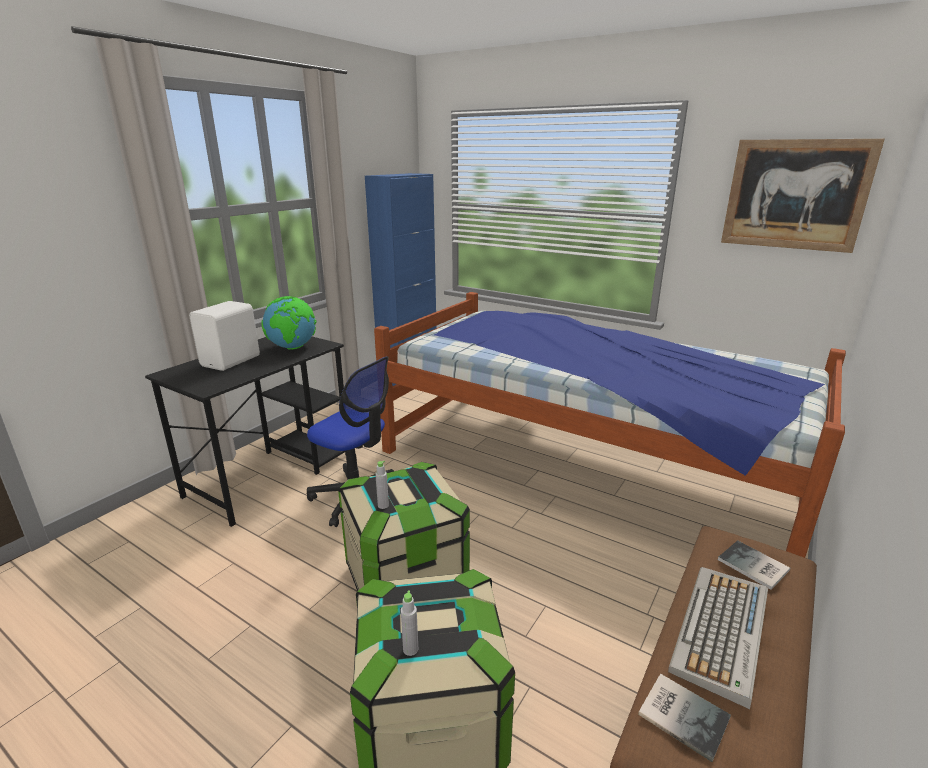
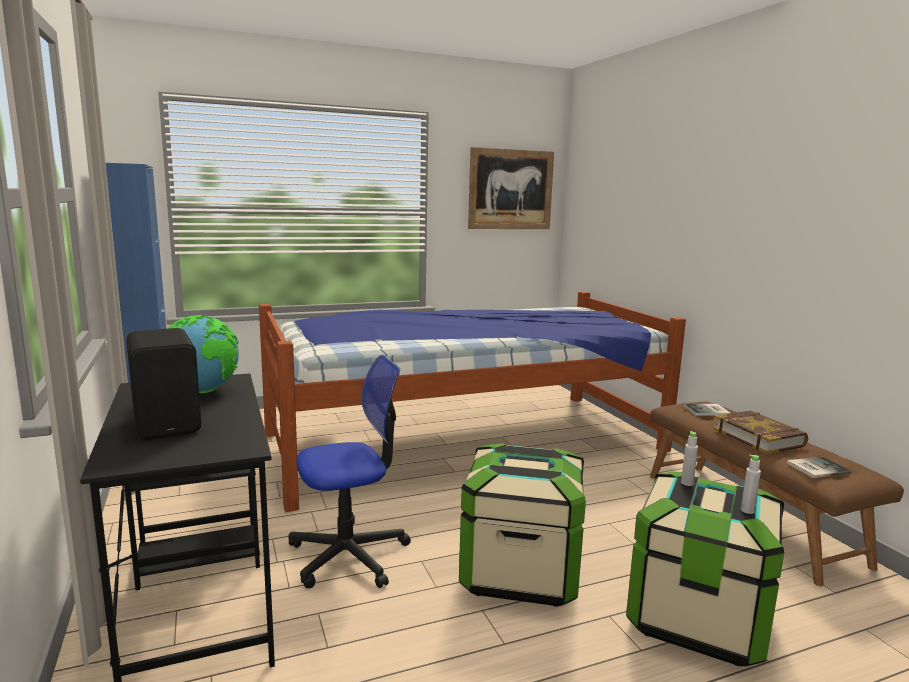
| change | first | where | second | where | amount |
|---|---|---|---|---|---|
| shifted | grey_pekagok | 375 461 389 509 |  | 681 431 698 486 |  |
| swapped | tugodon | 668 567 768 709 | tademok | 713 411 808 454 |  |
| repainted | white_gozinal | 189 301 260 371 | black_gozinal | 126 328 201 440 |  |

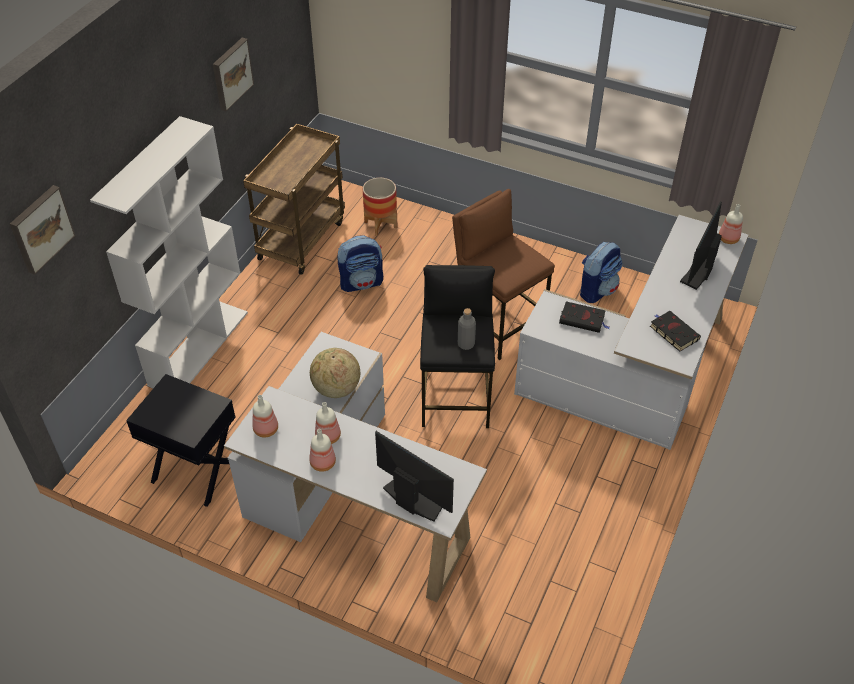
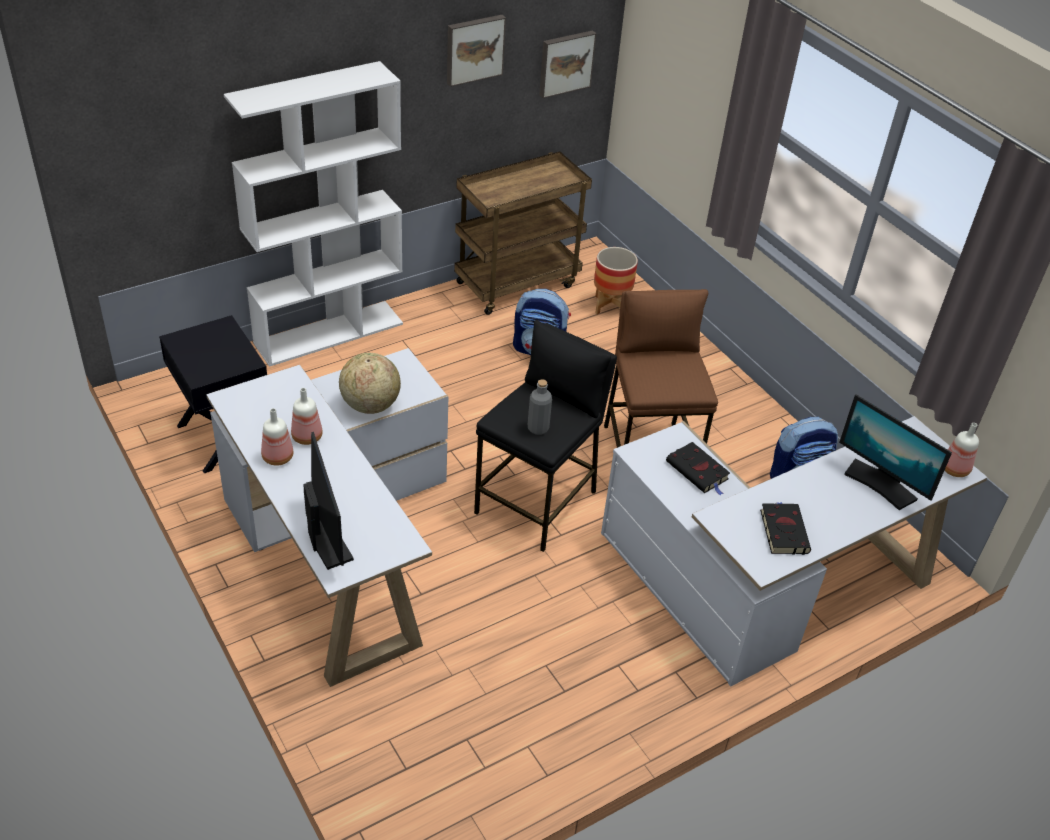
| change | first | where | second | where | amount |
|---|---|---|---|---|---|
| gone | pekagok | 252 395 278 437 |  |  |  |
| shifted | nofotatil | 10 185 76 275 |  | 539 30 597 98 |  |
| rotated | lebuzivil | 680 201 722 290 |  | 839 395 952 510 | 105 degrees counterclockwise |

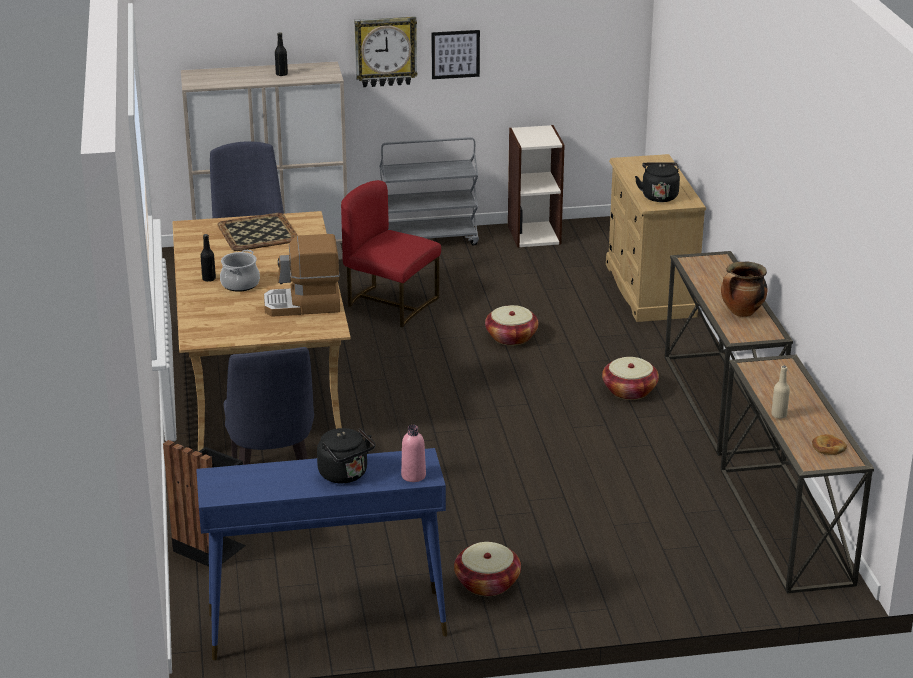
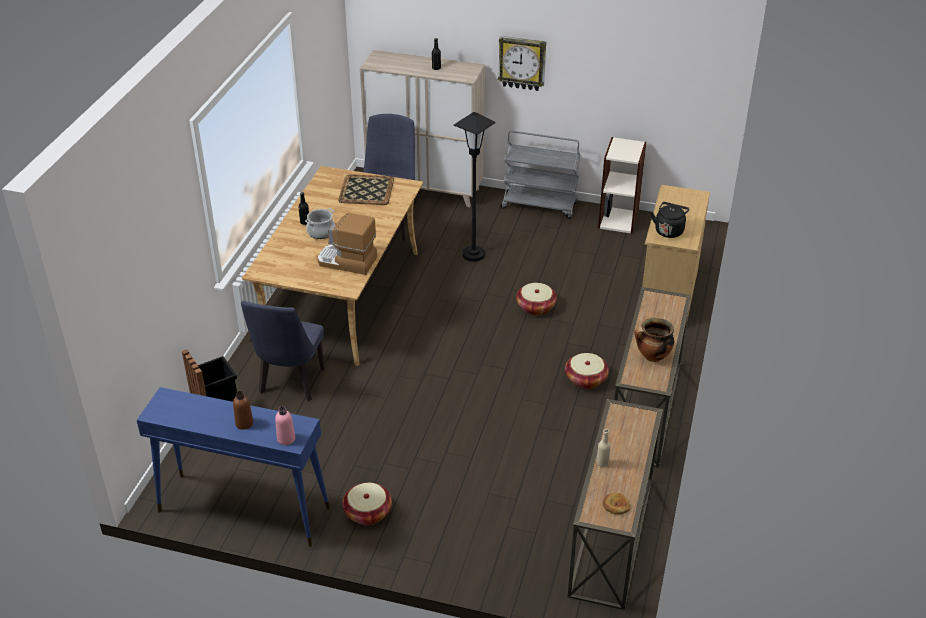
| change | first | where | second | where | amount |
|---|---|---|---|---|---|
| gone | nofotatil | 431 30 480 79 |  |  |  |
| swapped | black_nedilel | 317 428 376 483 | brown_pekagok | 233 391 253 430 |  |
| swapped | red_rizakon | 341 180 441 327 | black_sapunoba | 454 112 496 262 |  |

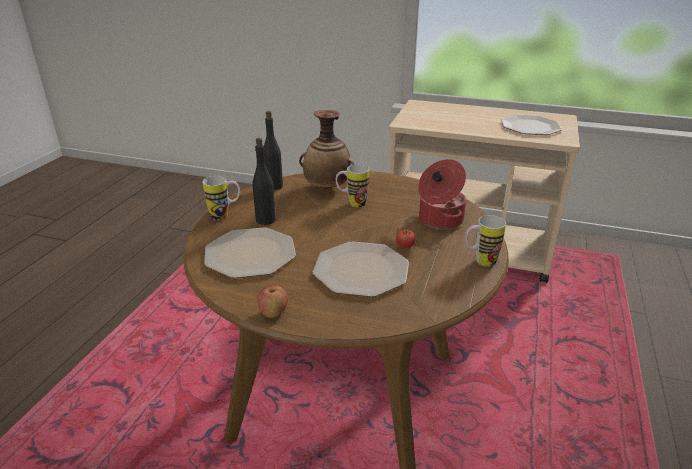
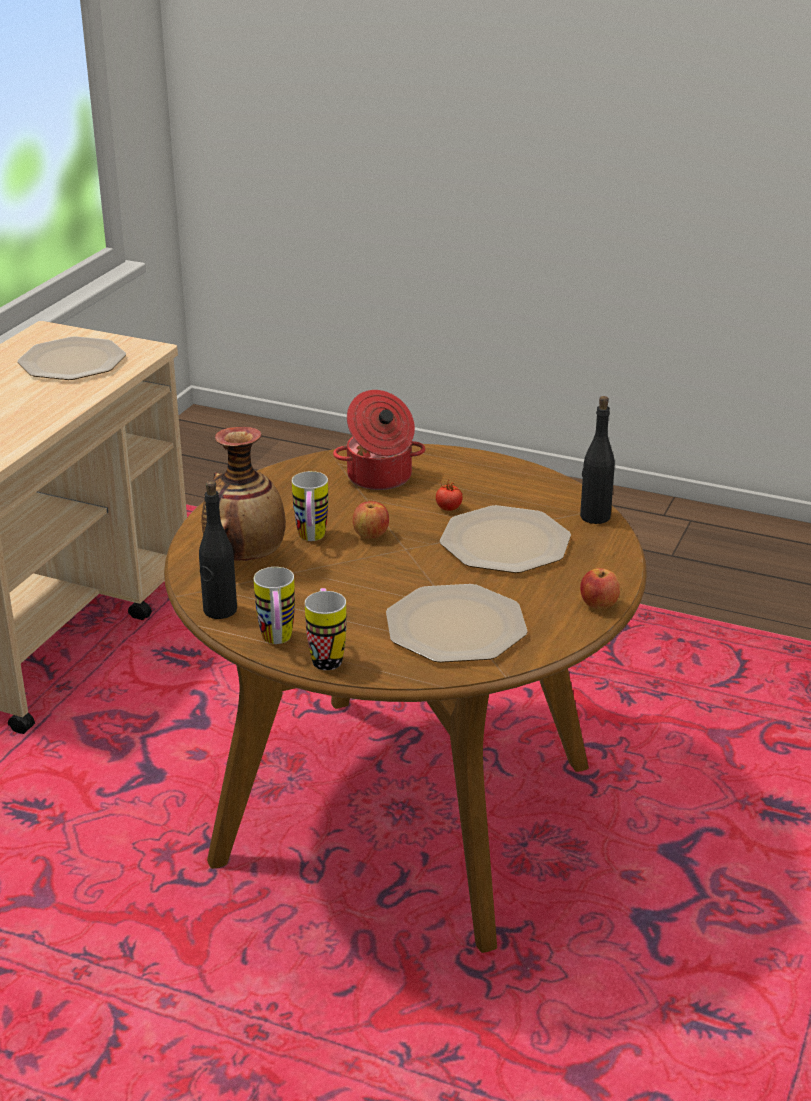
| change | first | where | second | where | amount |
|---|---|---|---|---|---|
| new |  |  | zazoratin | 353 501 389 539 |  |
| shifted | black_pekagok | 252 138 276 225 |  | 580 396 615 524 |  |
| shifted | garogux | 465 215 506 267 |  | 254 567 295 644 |  |

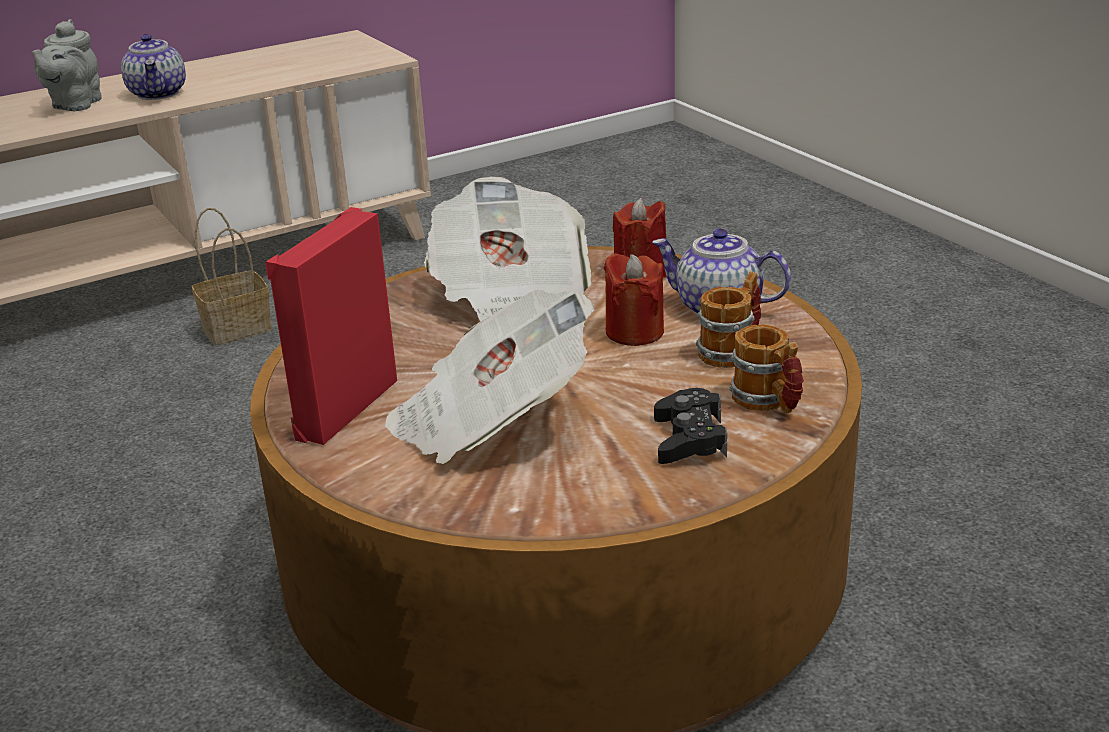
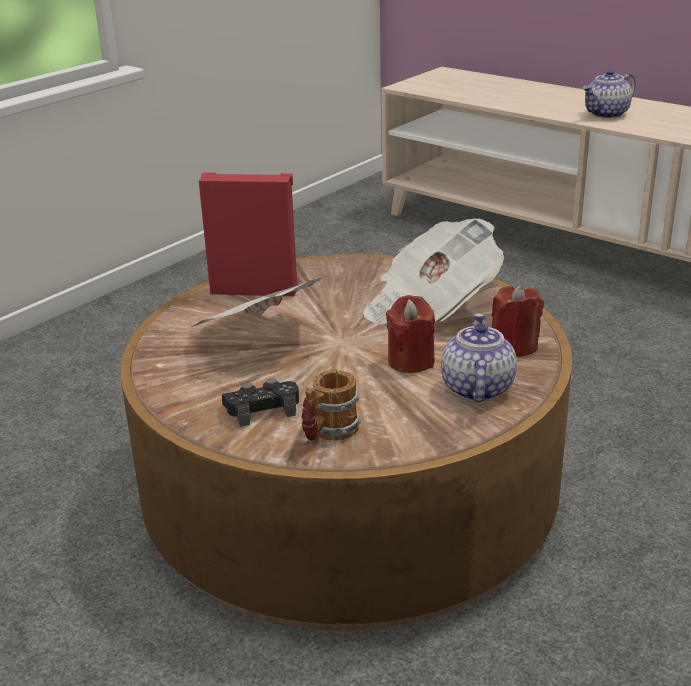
| change | first | where | second | where | amount |
|---|---|---|---|---|---|
| gone | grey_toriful | 32 19 102 111 |  |  |  |
| gone | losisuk | 192 208 272 345 |  |  |  |
| gone | garogux | 696 271 761 368 |  |  |  |

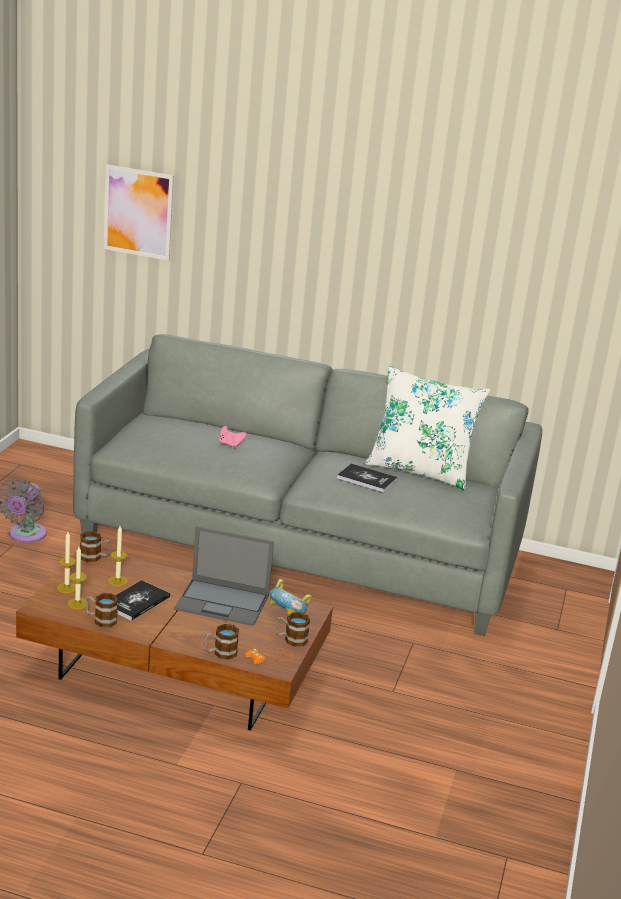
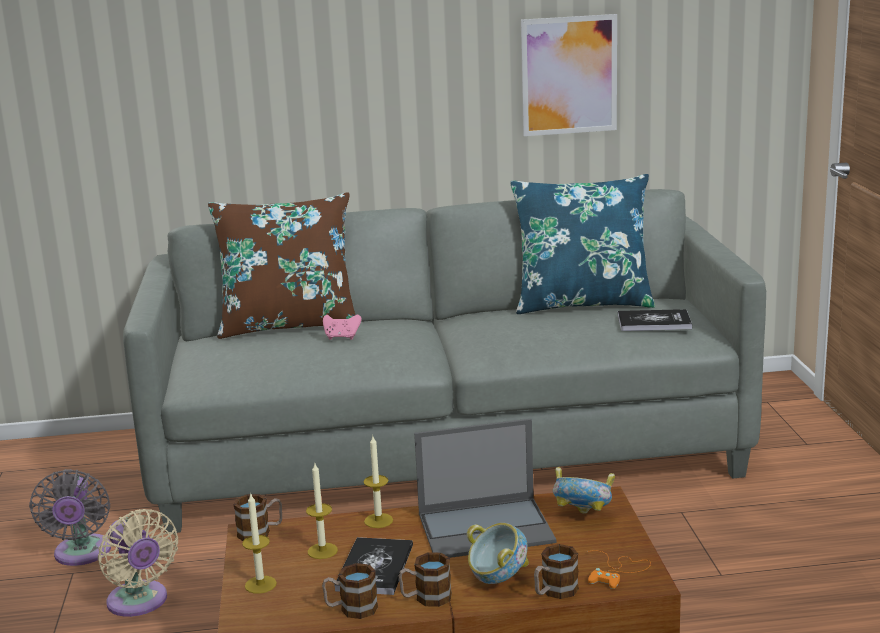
| change | first | where | second | where | amount |
|---|---|---|---|---|---|
| new |  |  | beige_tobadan | 98 509 178 617 |  |
| new |  |  | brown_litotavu | 208 193 355 339 |  |
| new |  |  | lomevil | 467 523 529 584 |  |
| shifted | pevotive | 67 547 87 609 |  | 363 436 393 528 |  |
| shifted | nofotatil | 104 164 174 261 |  | 521 14 617 136 |  |
| shifted | garogux | 276 612 310 647 |  | 399 552 452 607 |  |
| shifted | tademok | 337 464 397 493 |  | 618 309 692 331 |  |
| repainted | white_litotavu | 365 366 490 490 | blue_litotavu | 510 174 655 314 |  |

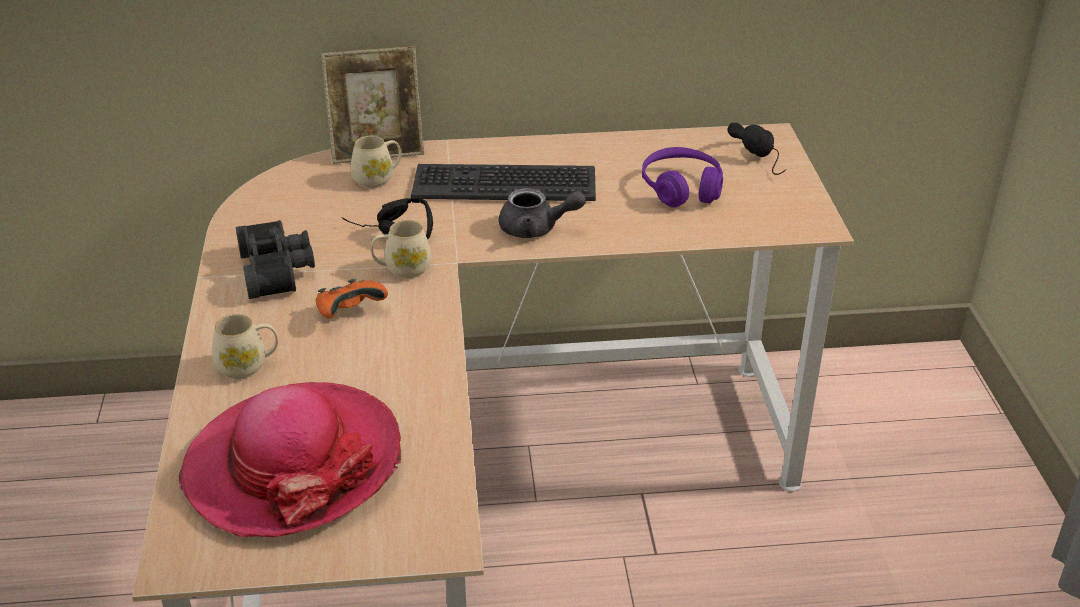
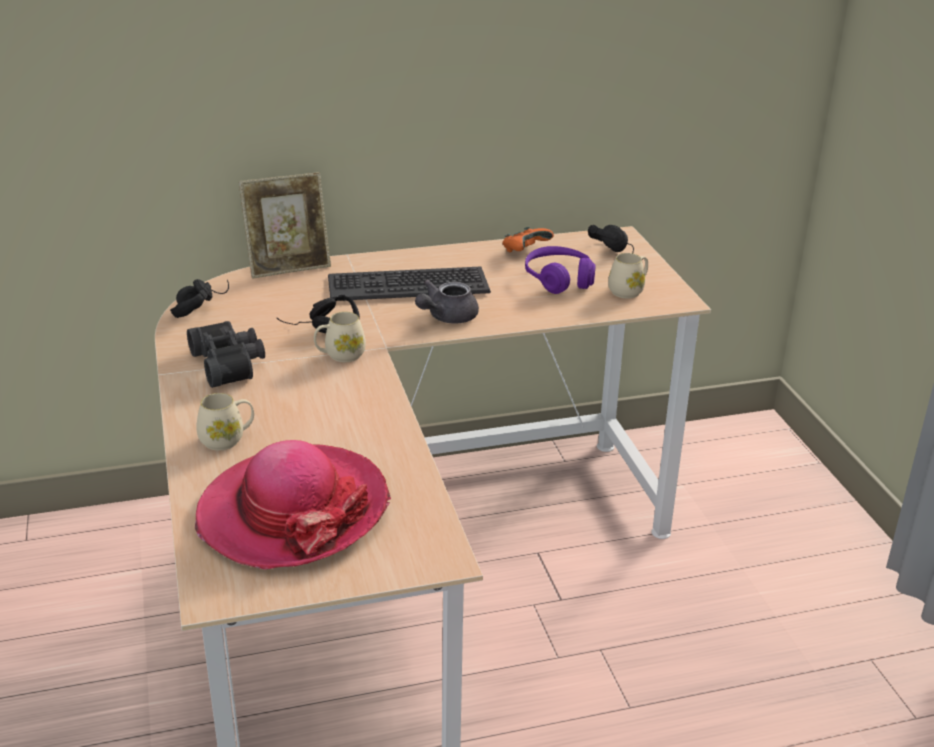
| change | first | where | second | where | amount |
|---|---|---|---|---|---|
| new |  |  | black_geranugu | 170 279 229 318 |  |
| shifted | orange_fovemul | 316 279 388 318 |  | 502 227 554 252 |  |
| shifted | beige_garogux | 351 136 402 188 |  | 608 253 648 299 |  |
| rotated | grey_toriful | 499 188 586 238 |  | 415 279 479 324 | 135 degrees clockwise |

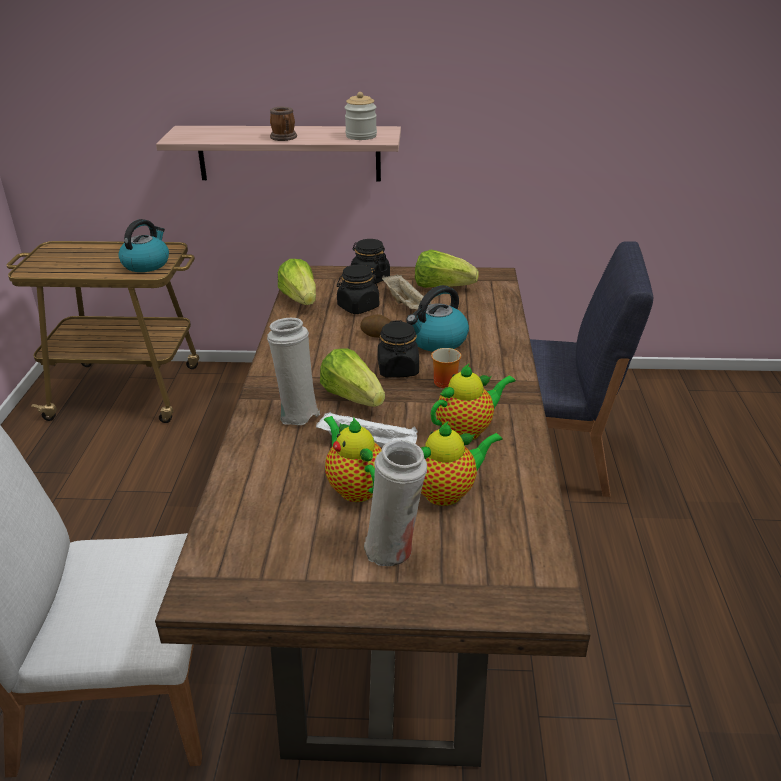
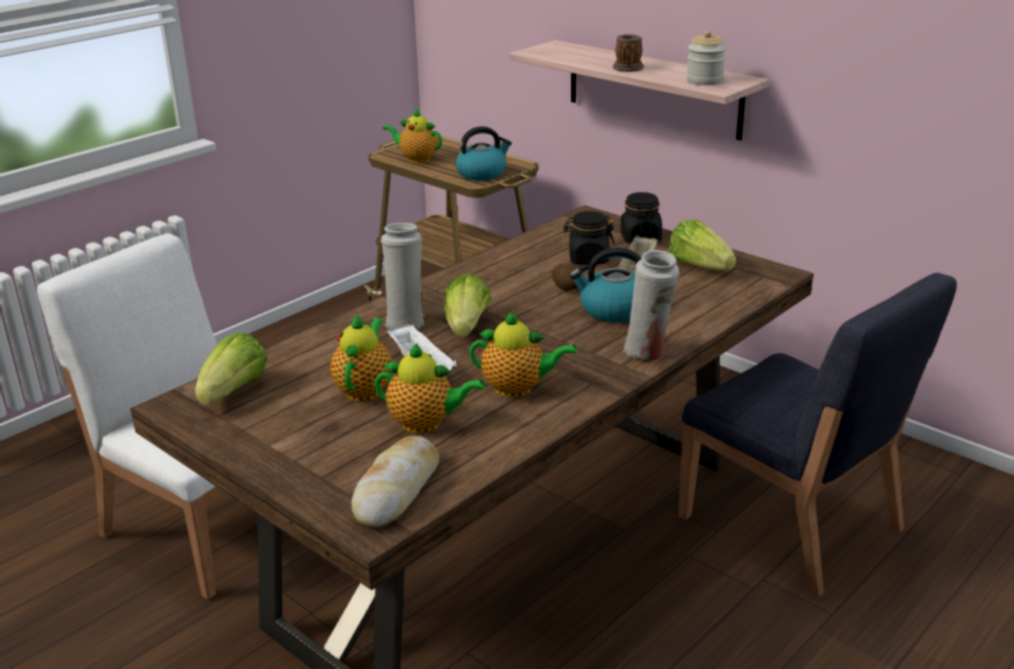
| change | first | where | second | where | amount |
|---|---|---|---|---|---|
| gone | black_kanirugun | 378 320 419 378 |  |  |  |
| gone | garogux | 431 348 461 388 |  |  |  |
| new |  |  | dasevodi | 351 436 439 527 |  |
| new |  |  | toriful | 383 108 442 163 |  |
| shifted | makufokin | 278 259 316 305 |  | 195 332 268 404 |  |
| shifted | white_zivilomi | 364 440 427 566 |  | 623 250 680 361 |  |

